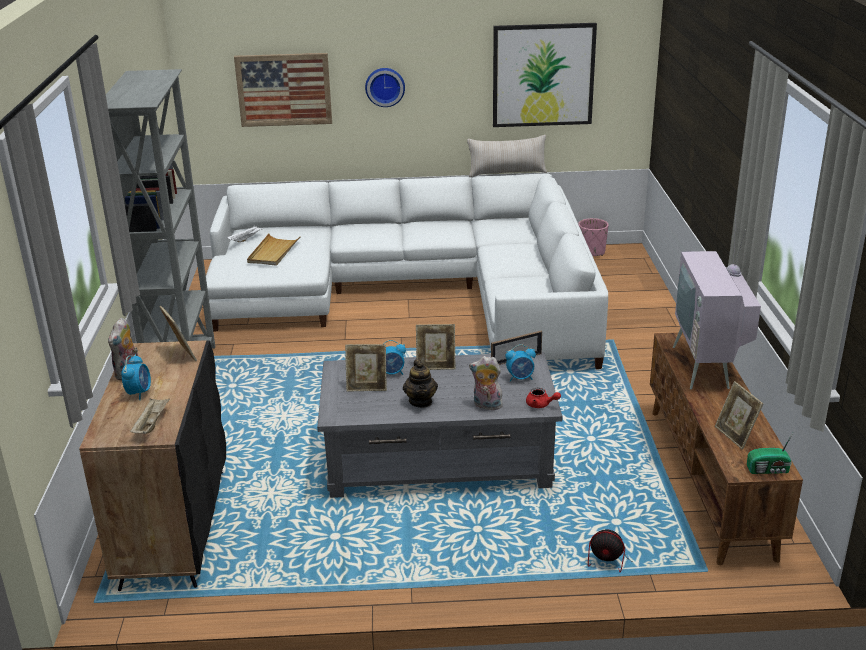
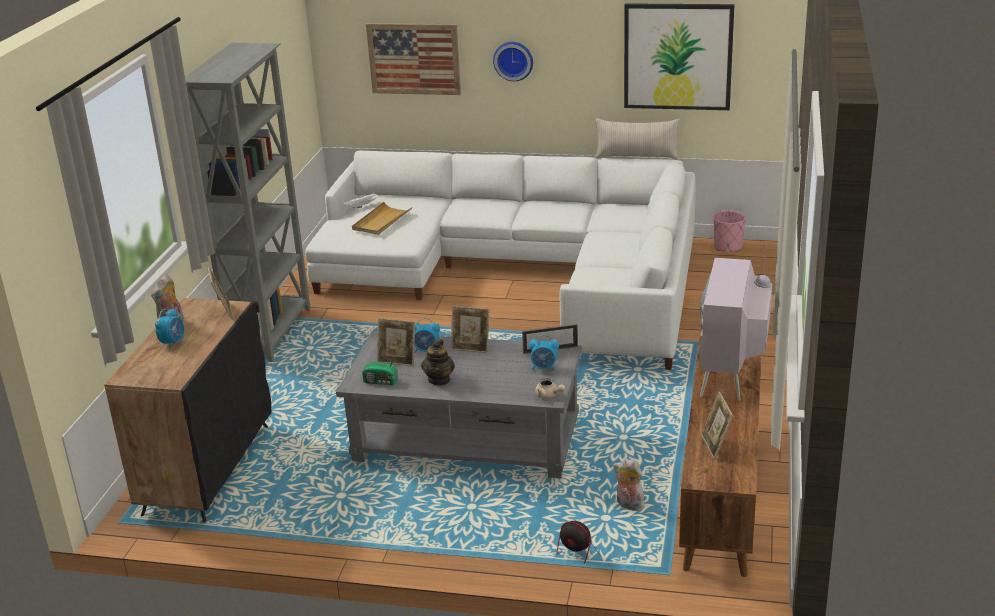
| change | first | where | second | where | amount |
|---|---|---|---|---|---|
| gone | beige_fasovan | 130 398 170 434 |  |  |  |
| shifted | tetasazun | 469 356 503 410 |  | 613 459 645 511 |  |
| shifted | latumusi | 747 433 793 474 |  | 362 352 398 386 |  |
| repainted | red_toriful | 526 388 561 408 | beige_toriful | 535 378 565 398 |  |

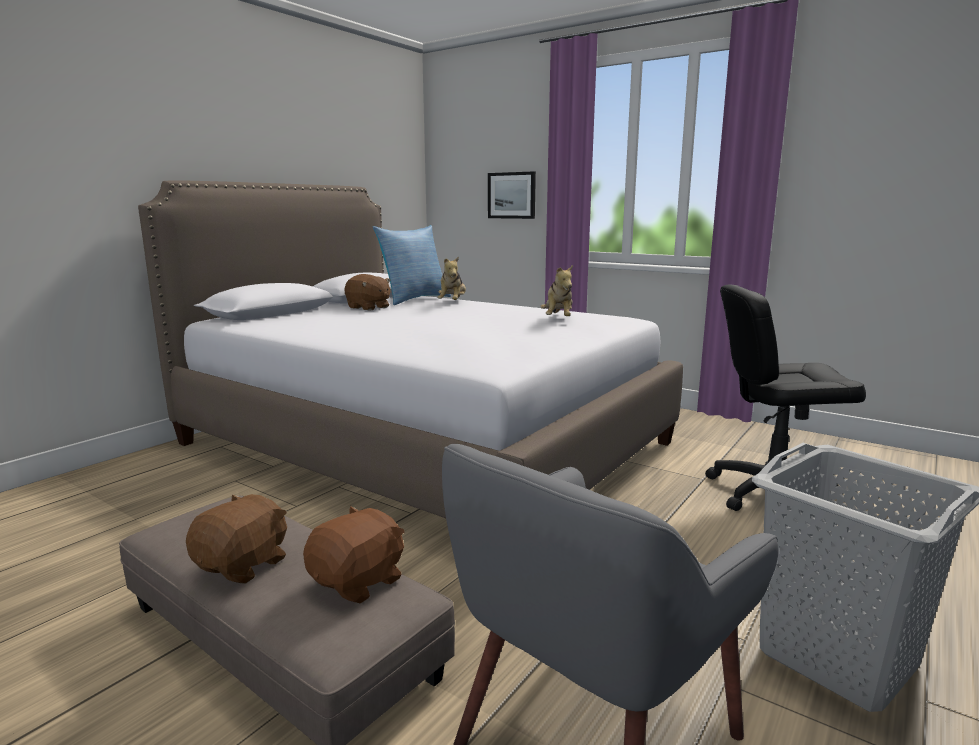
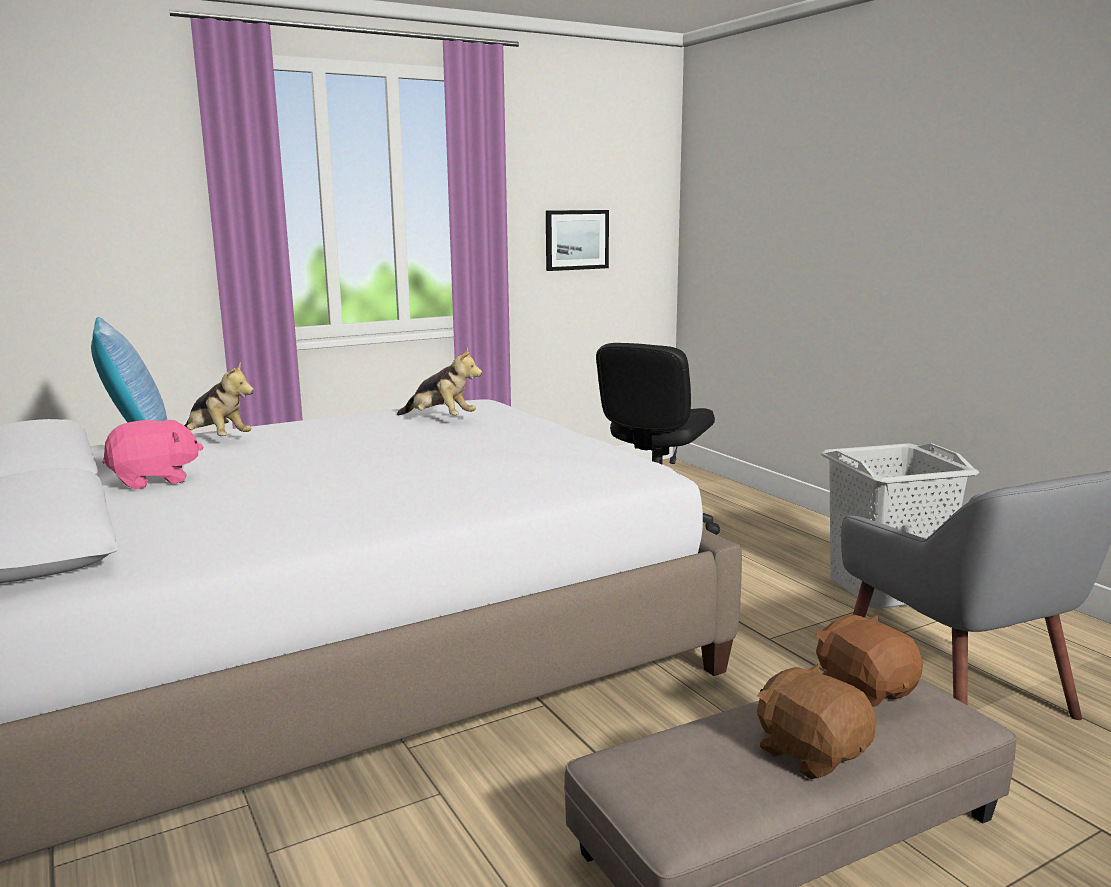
| change | first | where | second | where | amount |
|---|---|---|---|---|---|
| shifted | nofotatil | 488 171 536 219 |  | 546 210 609 271 |  |
| repainted | brown_tetasazun | 344 274 390 311 | pink_tetasazun | 103 420 203 489 |  |

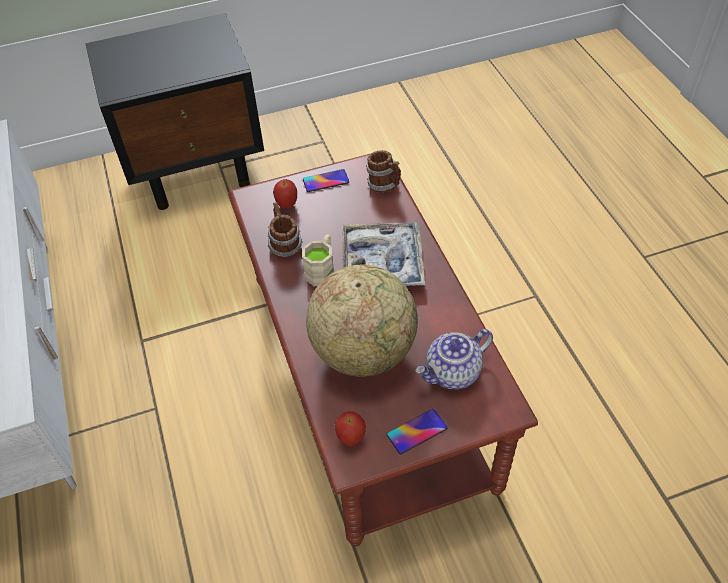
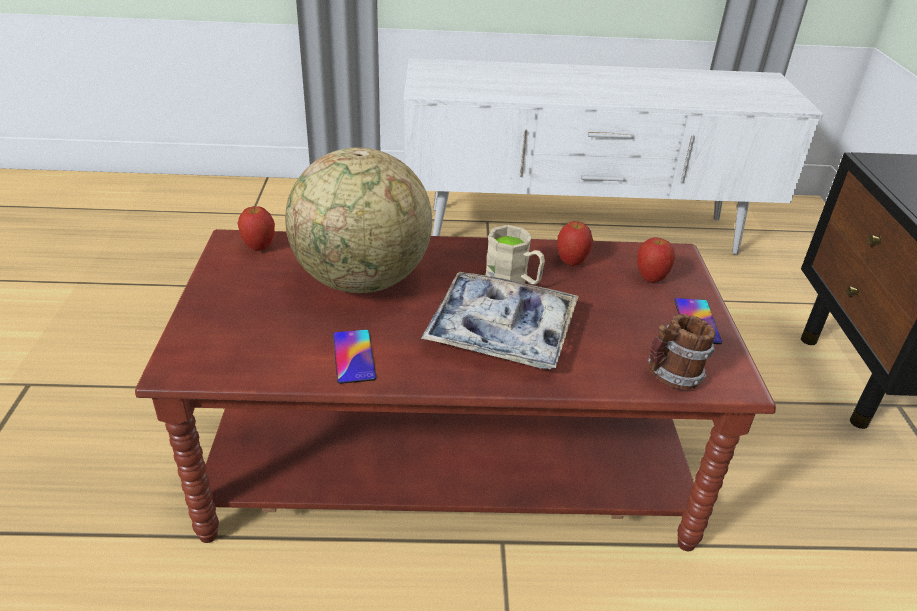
| change | first | where | second | where | amount |
|---|---|---|---|---|---|
| gone | toriful | 415 329 493 390 |  |  |  |
| shifted | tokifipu | 387 409 447 454 |  | 333 330 376 384 |  |
| swapped | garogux | 267 202 303 258 | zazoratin | 557 221 593 266 |  |

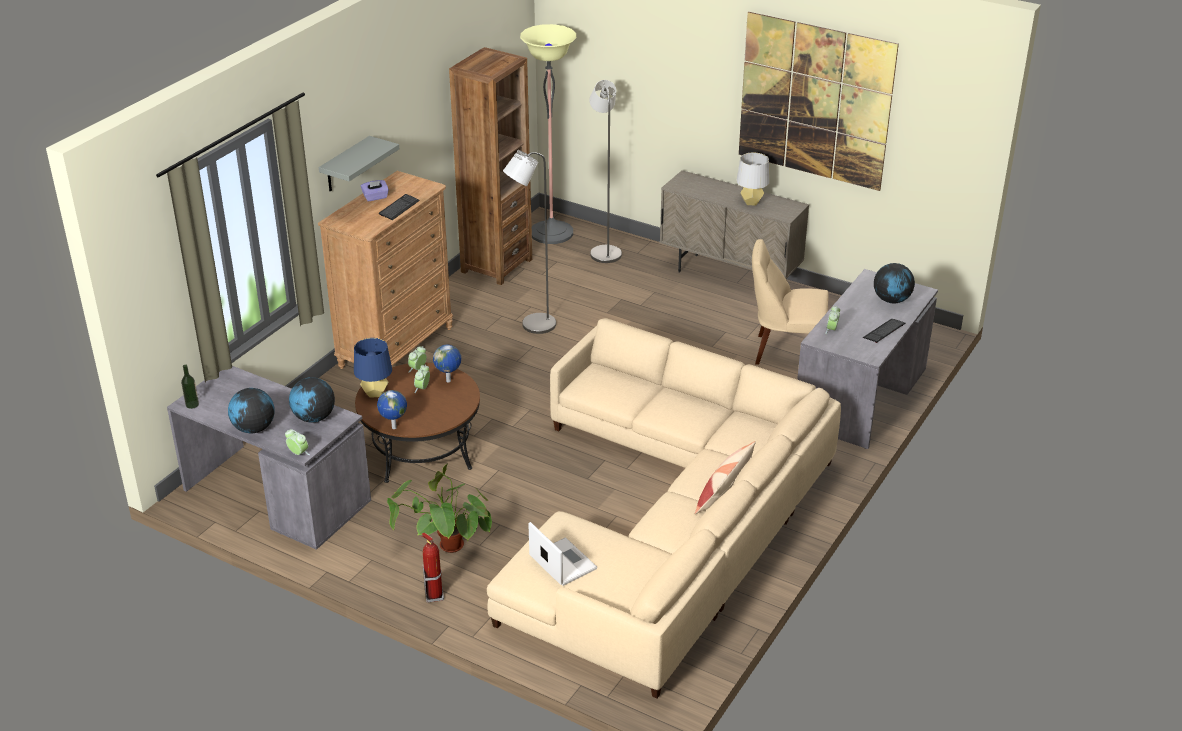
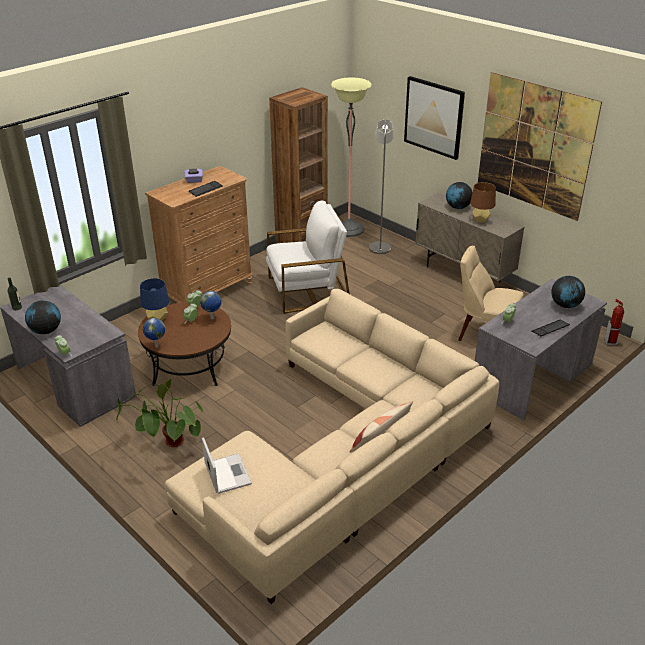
| change | first | where | second | where | amount |
|---|---|---|---|---|---|
| gone | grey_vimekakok | 319 136 399 192 |  |  |  |
| new |  |  | nofotatil | 404 76 465 160 |  |
| shifted | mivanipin | 289 377 335 423 |  | 446 182 473 209 |  |
| shifted | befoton | 422 532 444 603 |  | 604 299 624 345 |  |
| swapped | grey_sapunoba | 503 150 556 334 | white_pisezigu | 266 201 350 314 |  |
| repainted | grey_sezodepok | 736 152 770 205 | brown_sezodepok | 470 182 496 223 |  |

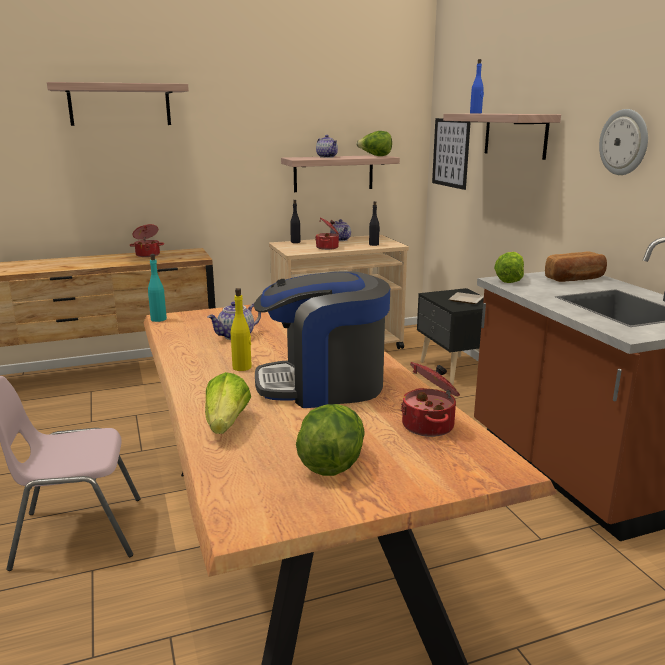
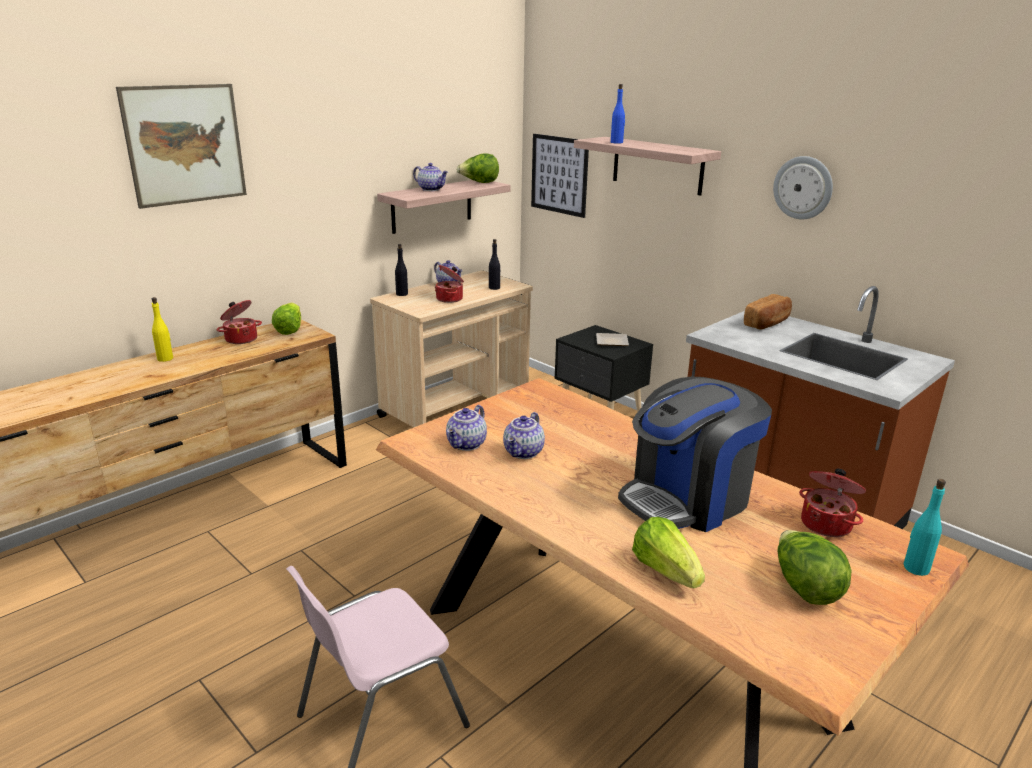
| change | first | where | second | where | amount |
|---|---|---|---|---|---|
| new |  |  | toriful | 446 405 487 451 |  |
| shifted | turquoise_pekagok | 148 254 167 322 |  | 904 479 946 576 |  |
| shifted | yellow_pekagok | 231 288 252 371 |  | 152 297 173 362 |  |
| shifted | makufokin | 494 252 524 283 |  | 272 303 301 335 |  |
| swapped | vimekakok | 47 82 189 126 | nofotatil | 116 84 247 209 |  |

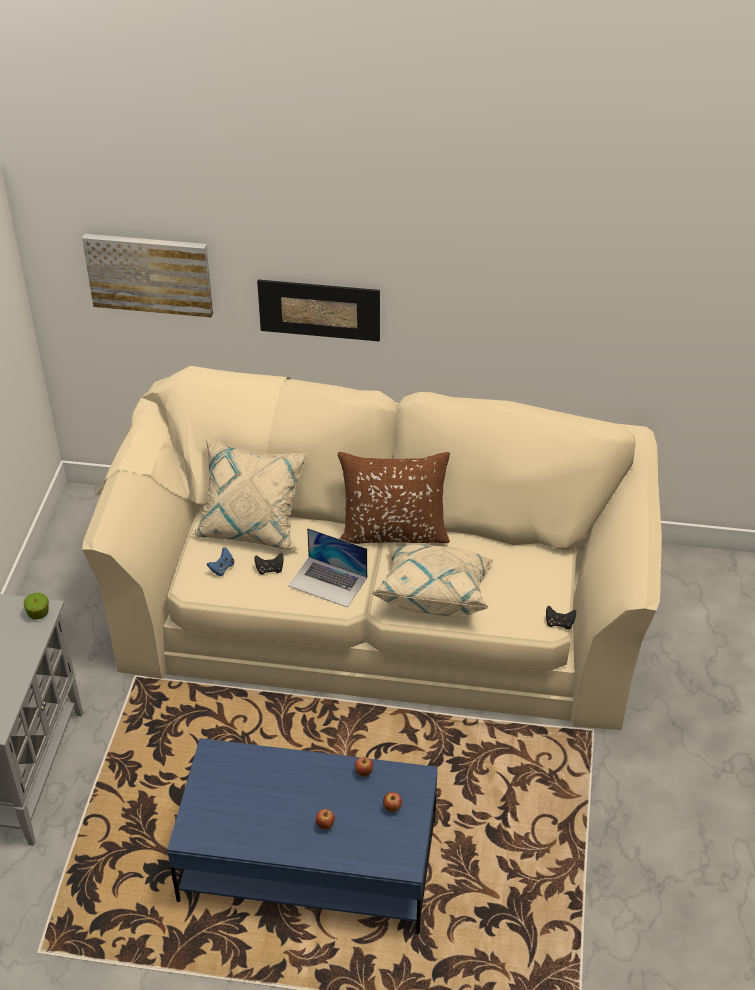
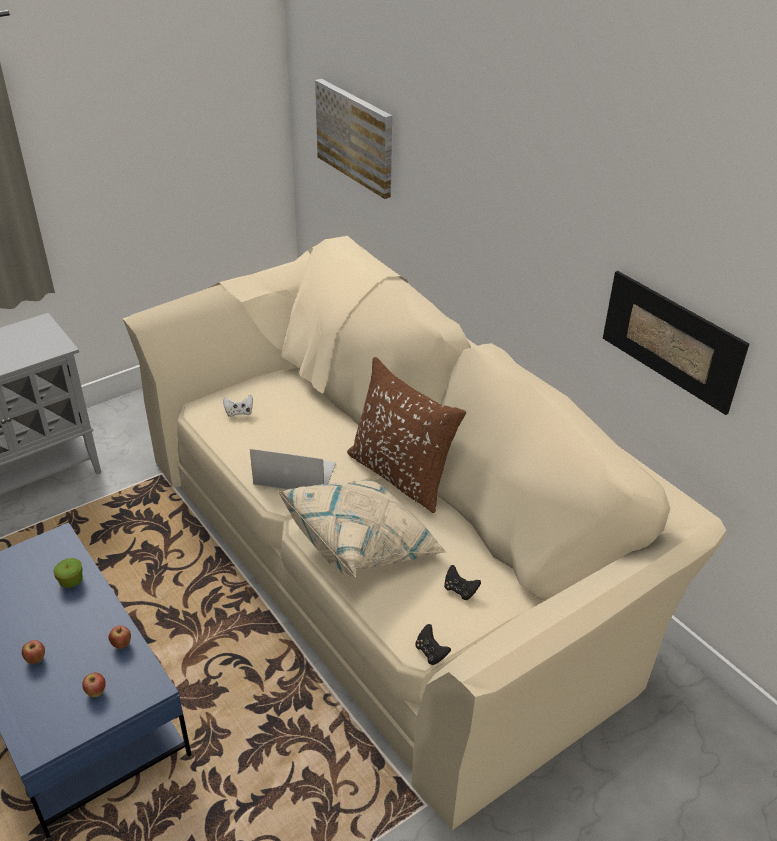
| change | first | where | second | where | amount |
|---|---|---|---|---|---|
| gone | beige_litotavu | 190 438 309 550 |  |  |  |
| shifted | zazoratin | 24 593 49 620 |  | 53 558 83 588 |  |
| shifted | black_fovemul | 254 553 284 575 |  | 444 565 481 600 |  |
| shifted | nofotatil | 257 280 380 342 |  | 603 271 749 415 |  |
| repainted | blue_fovemul | 207 547 234 576 | white_fovemul | 223 395 253 417 |  |
| rotated | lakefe | 289 528 367 607 |  | 250 449 336 490 | 120 degrees clockwise |

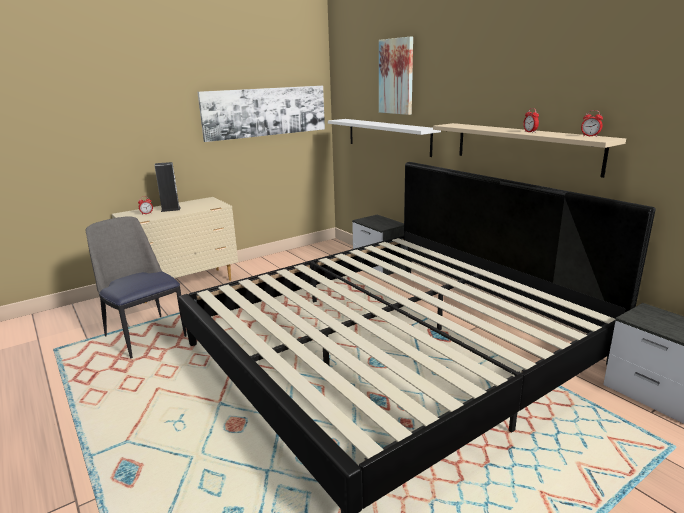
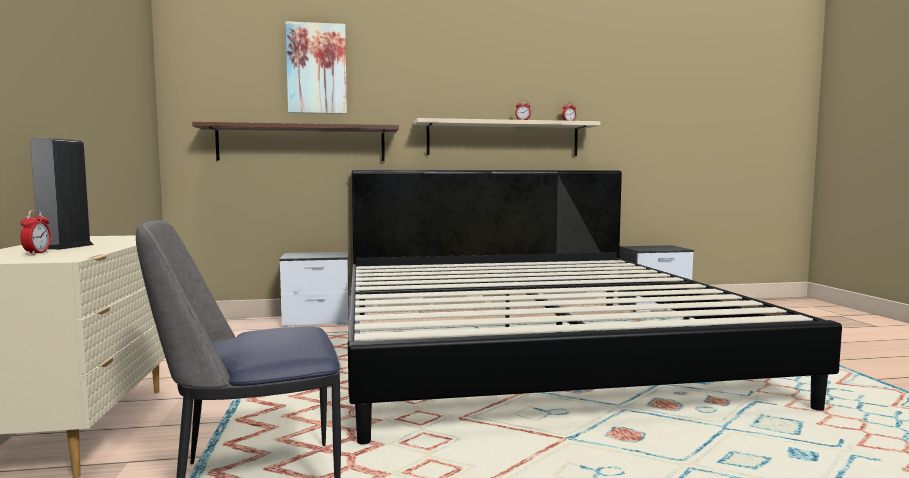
| change | first | where | second | where | amount |
|---|---|---|---|---|---|
| gone | nofotatil | 197 86 325 142 |  |  |  |
| repainted | white_vimekakok | 328 119 441 157 | brown_vimekakok | 192 122 399 161 |  |

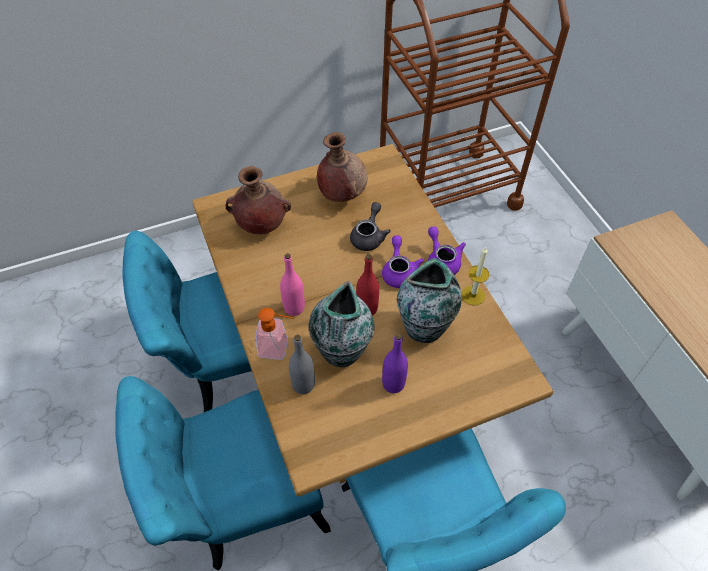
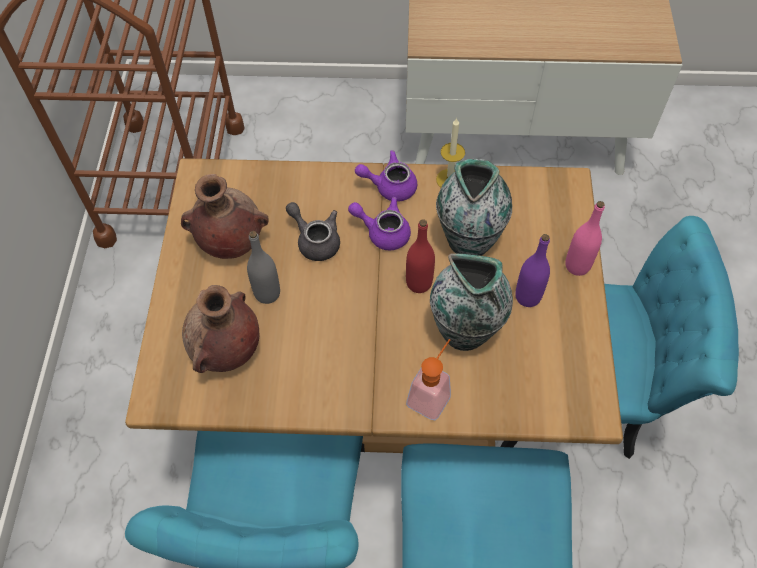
| change | first | where | second | where | amount |
|---|---|---|---|---|---|
| shifted | pink_pekagok | 280 253 305 316 |  | 565 201 605 276 |  |
| shifted | grey_pekagok | 289 335 315 394 |  | 247 231 280 304 |  |

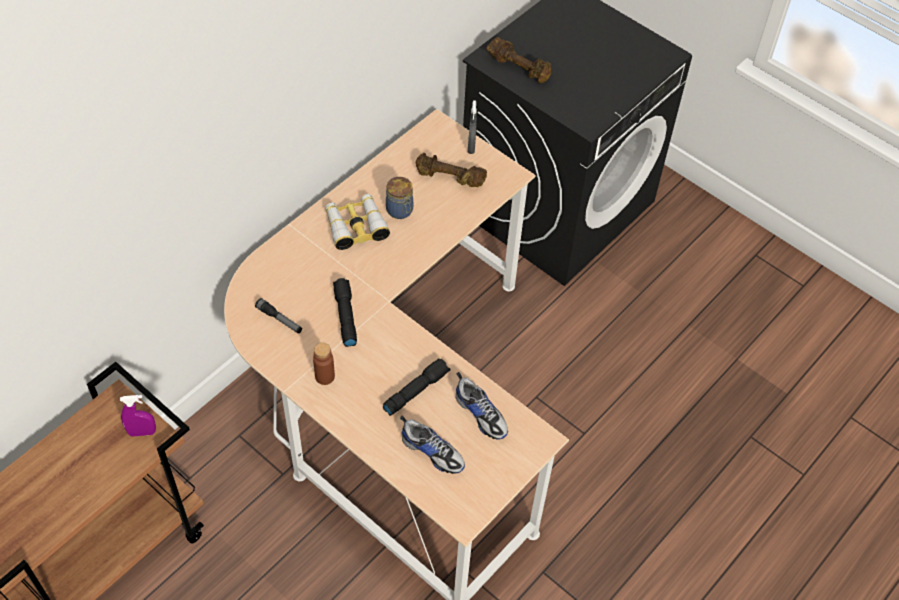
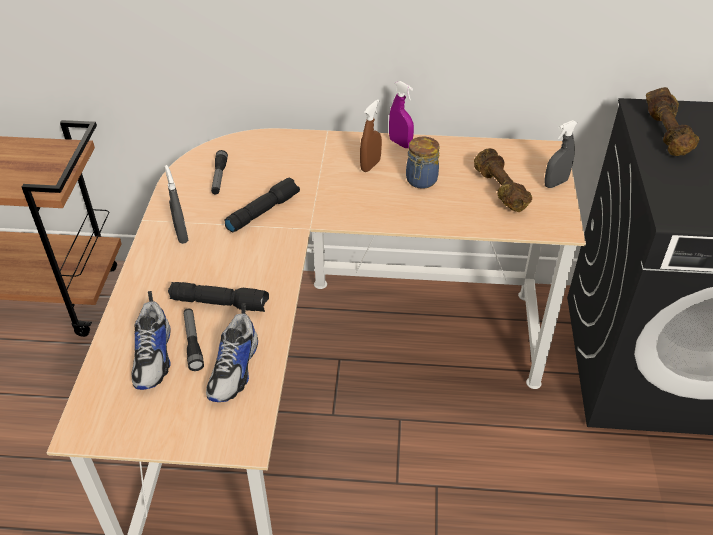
| change | first | where | second | where | amount |
|---|---|---|---|---|---|
| new |  |  | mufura | 184 309 204 371 |  |
| shifted | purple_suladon | 120 395 156 436 |  | 389 81 414 148 |  |
| swapped | brown_pekagok | 313 343 335 385 | grey_suladon | 165 165 188 244 |  |
| swapped | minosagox | 325 194 390 250 | brown_suladon | 360 99 382 172 |  |

